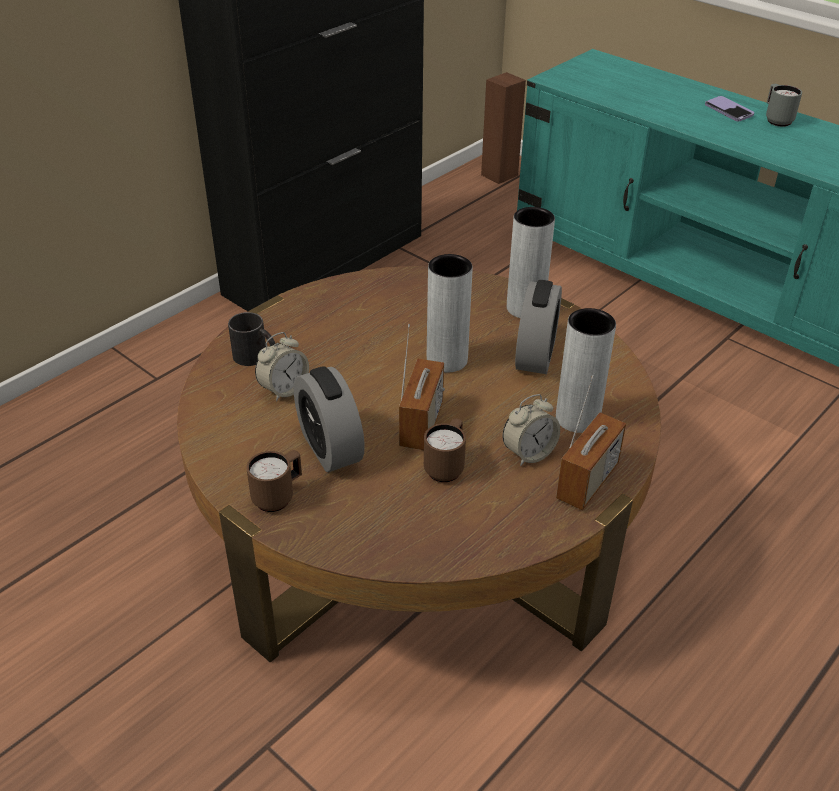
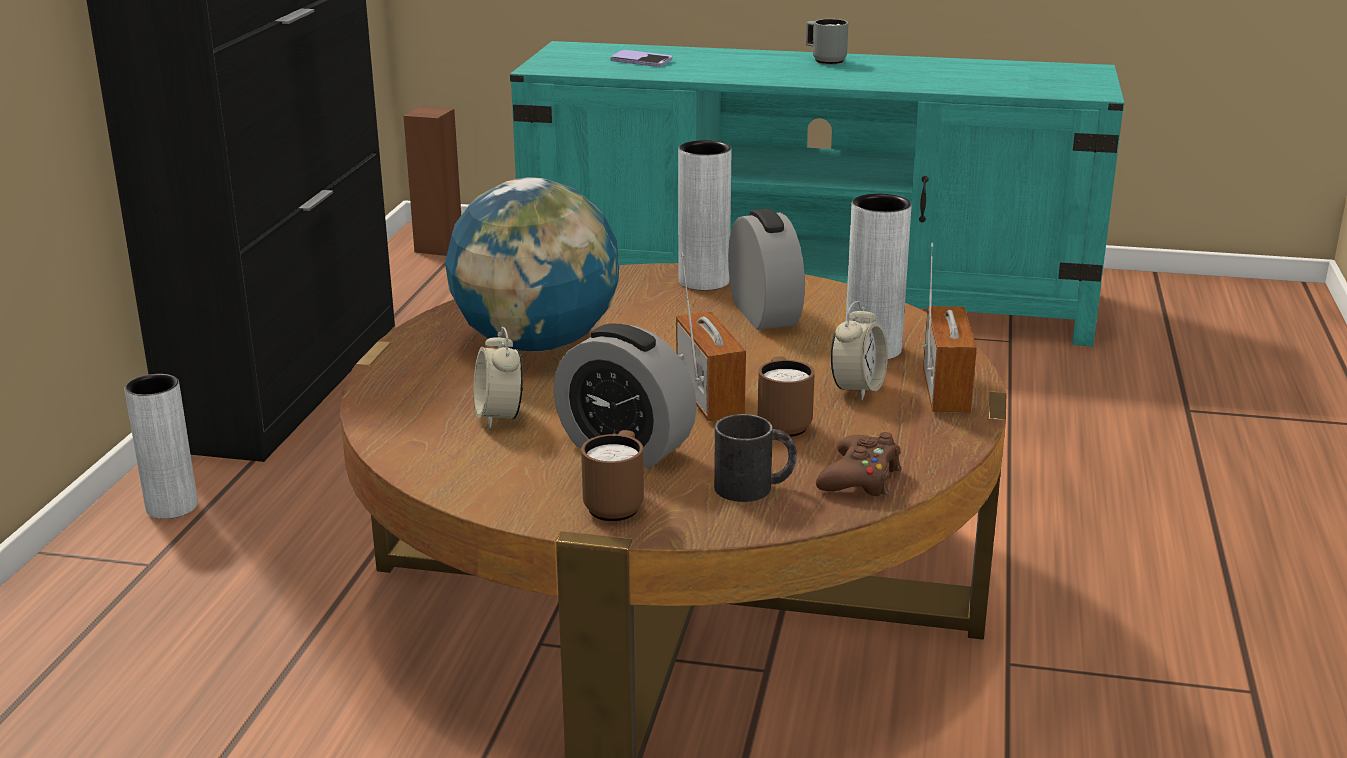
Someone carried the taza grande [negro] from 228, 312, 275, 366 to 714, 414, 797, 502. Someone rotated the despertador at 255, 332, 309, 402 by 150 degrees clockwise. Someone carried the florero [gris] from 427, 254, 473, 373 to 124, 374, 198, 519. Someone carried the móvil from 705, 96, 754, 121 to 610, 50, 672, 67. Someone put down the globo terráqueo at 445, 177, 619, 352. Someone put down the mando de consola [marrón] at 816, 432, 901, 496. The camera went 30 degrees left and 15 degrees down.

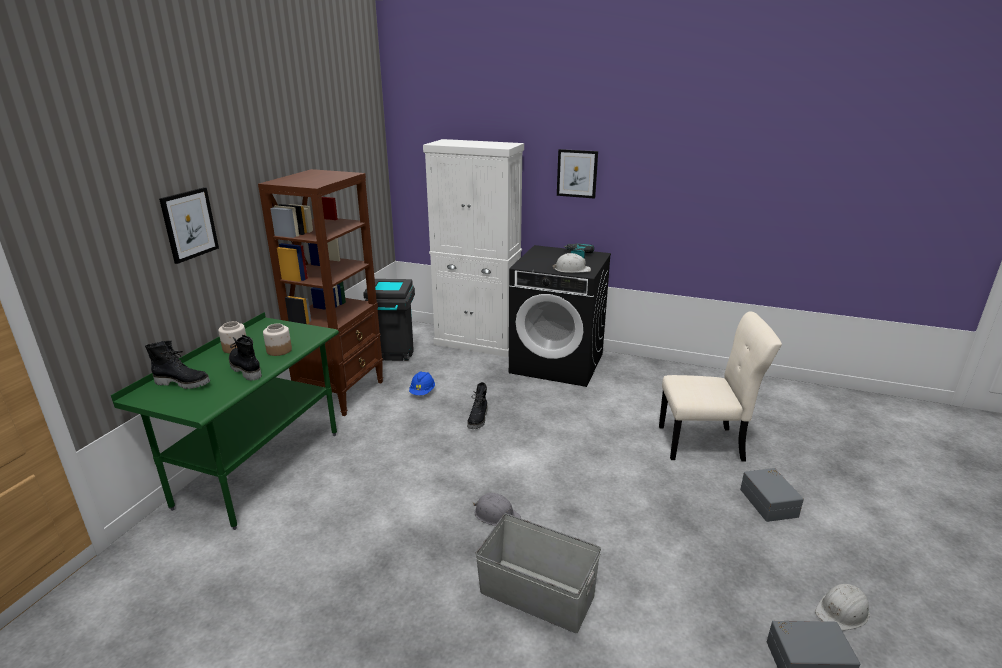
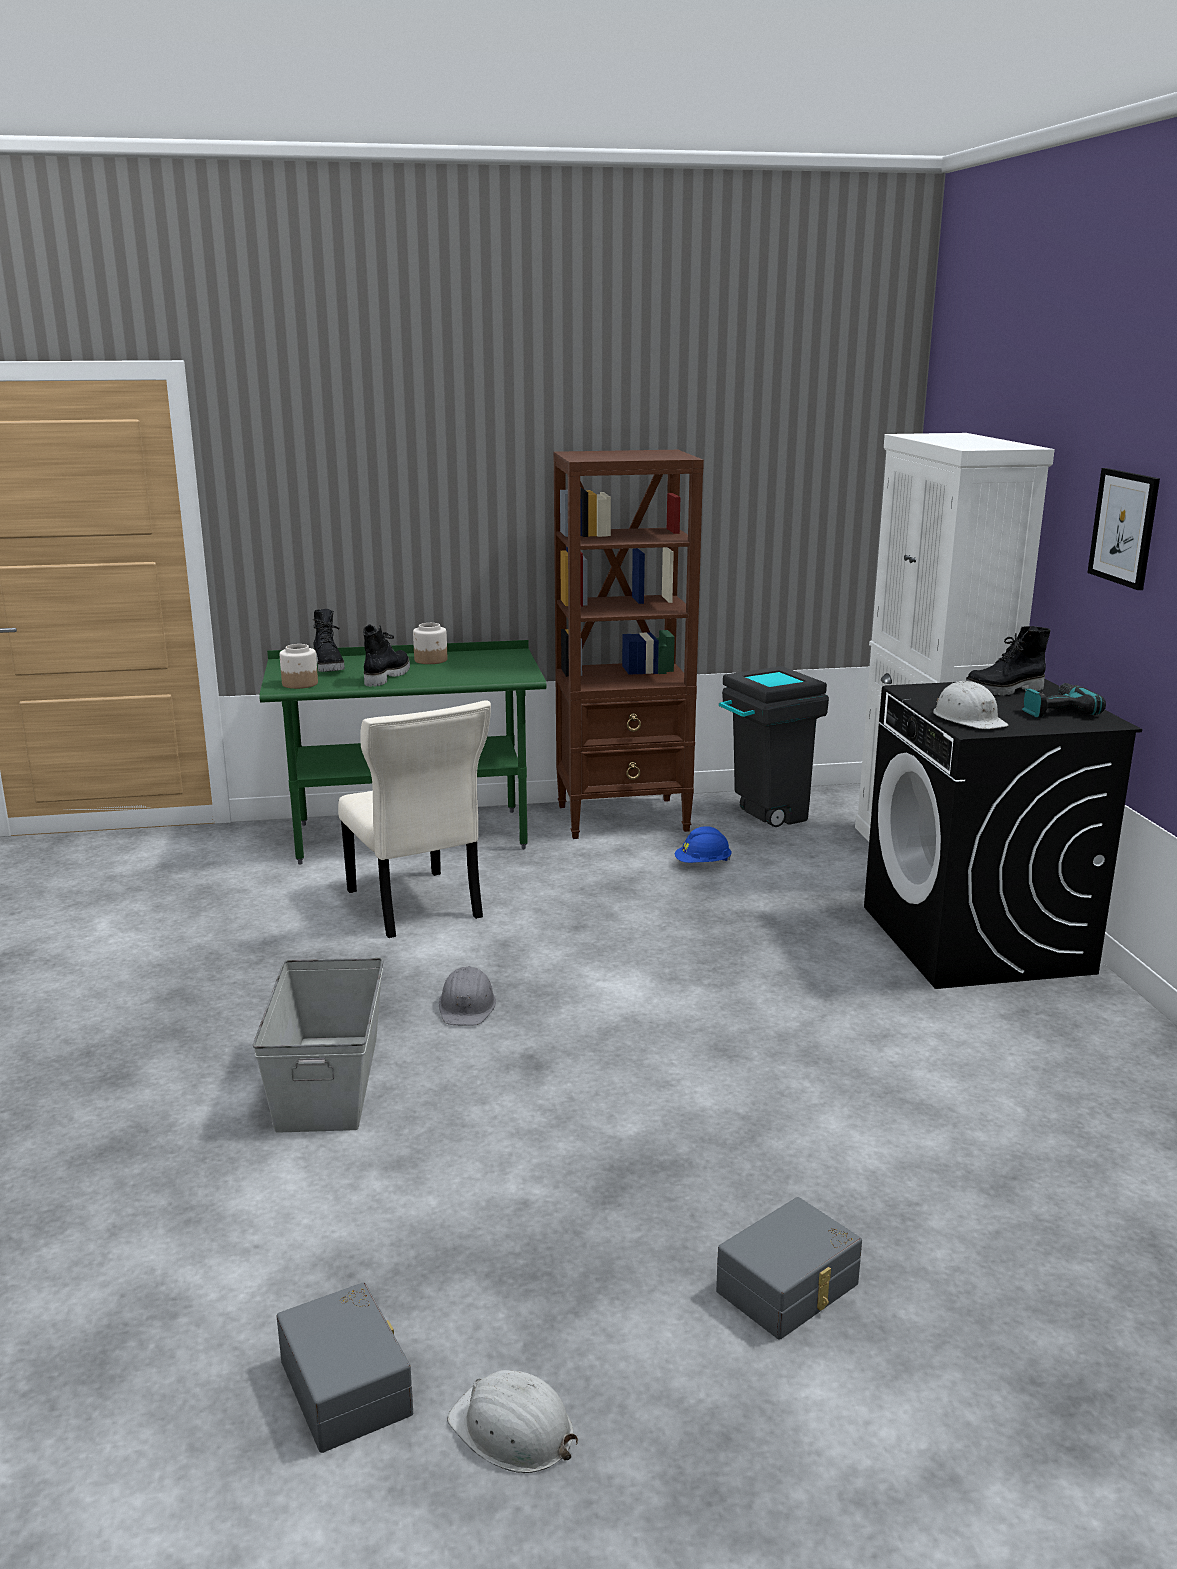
Someone took away the cuadro at 159, 187, 219, 264. Someone carried the tarro from 263, 323, 292, 356 to 279, 644, 318, 689. Someone carried the bota [negro] from 467, 382, 487, 429 to 966, 626, 1051, 695. Someone carried the silla [beis] from 659, 312, 782, 462 to 338, 700, 491, 938. The camera went 60 degrees right and 5 degrees down.

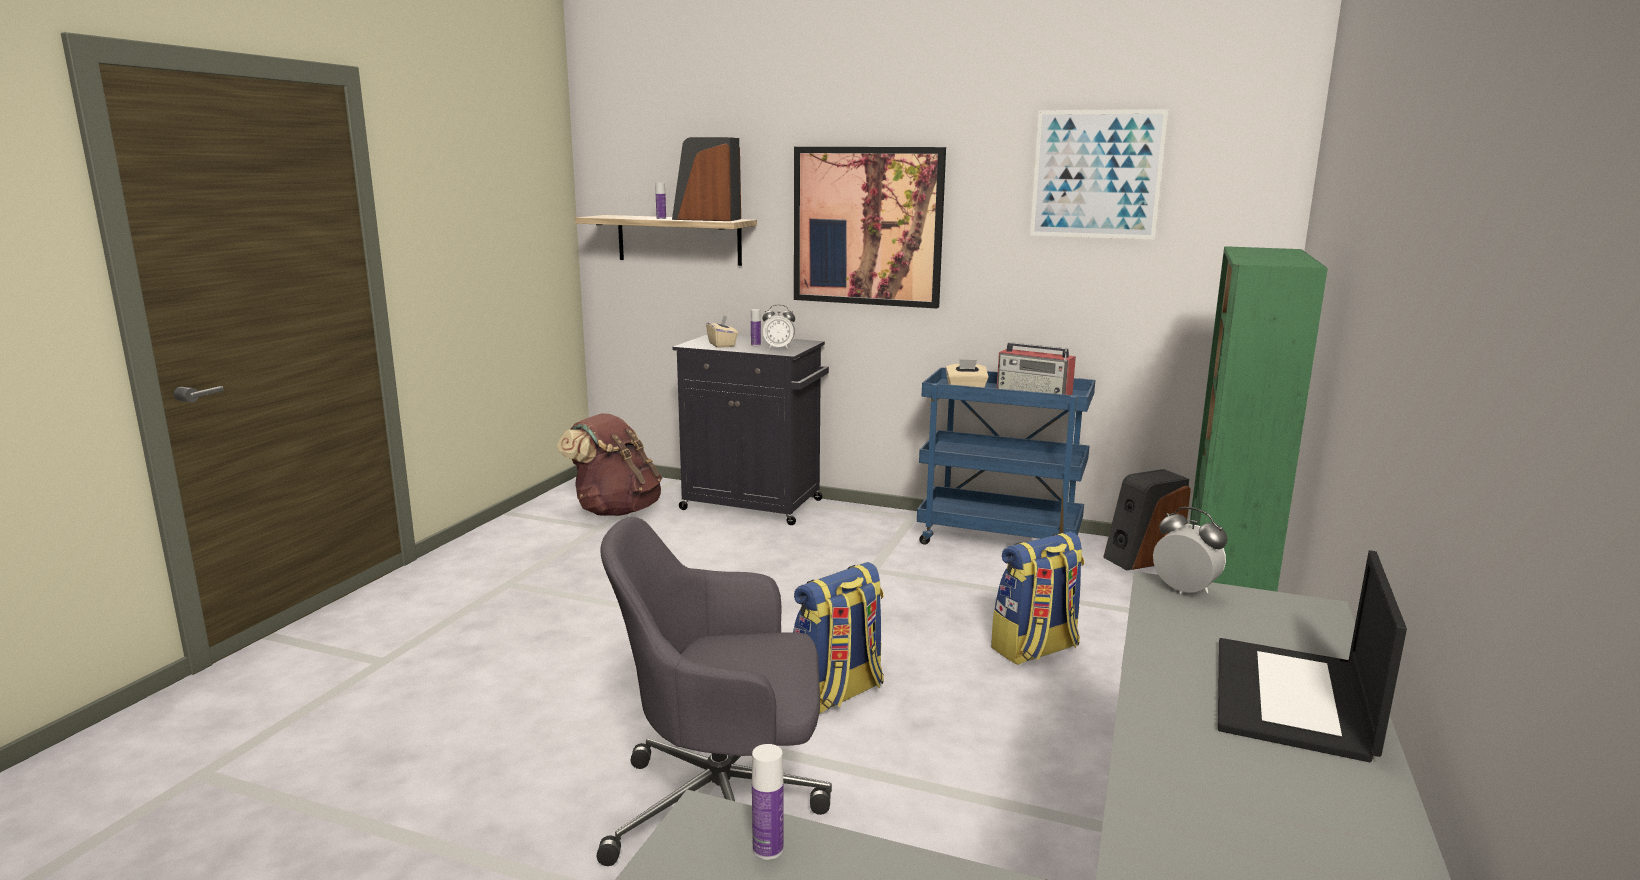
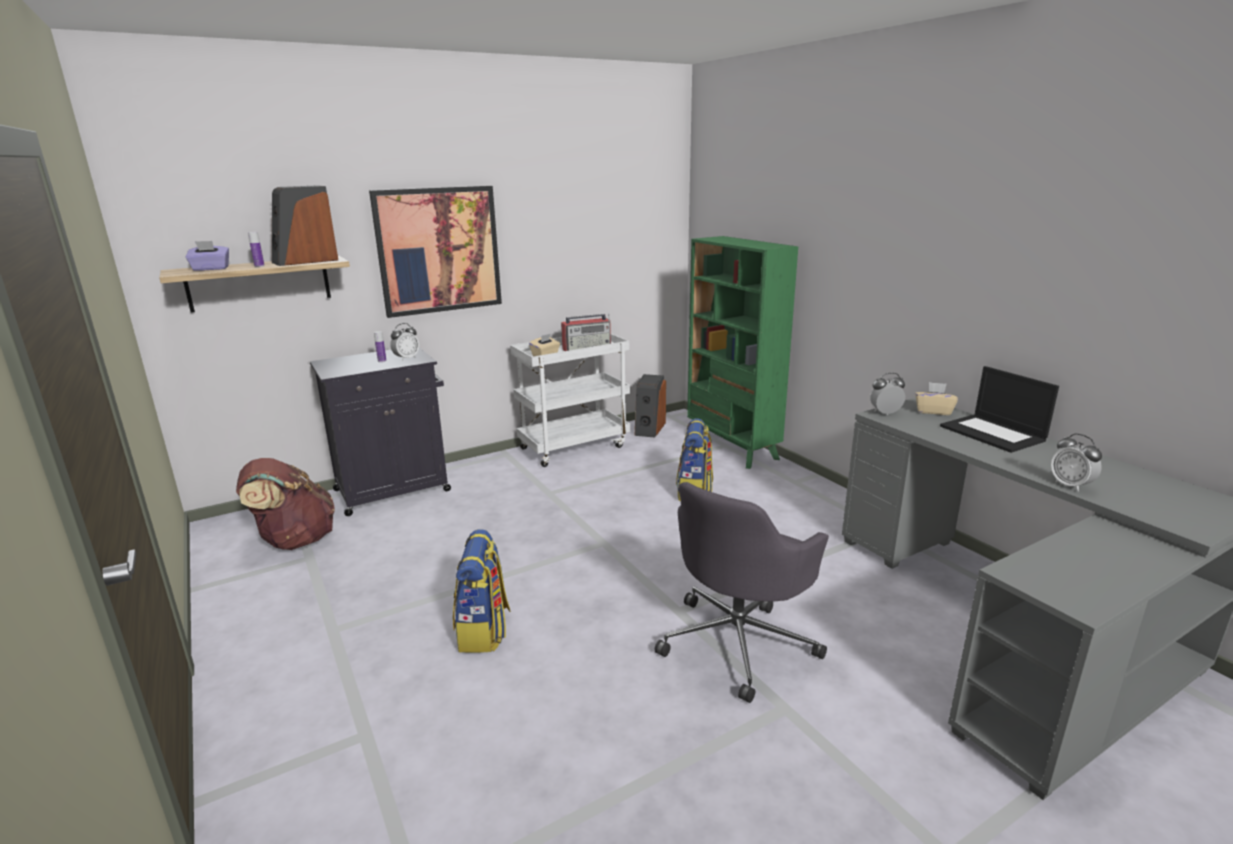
Someone carried the caja de pañuelos [beis] from 706, 315, 738, 348 to 915, 382, 958, 415. Someone took away the botella at 752, 744, 784, 860. Someone carried the mochila from 793, 562, 884, 714 to 453, 529, 511, 653. Someone repainted the carrito [azul] at 917, 367, 1095, 545, which became the carrito [blanco] at 510, 334, 630, 467. Someone took away the cuadro at 1030, 109, 1169, 240. Someone put down the caja de pañuelos [morado] at 186, 241, 229, 271. Someone put down the despertador at 1051, 434, 1102, 492. The camera went 50 degrees left and 5 degrees up.

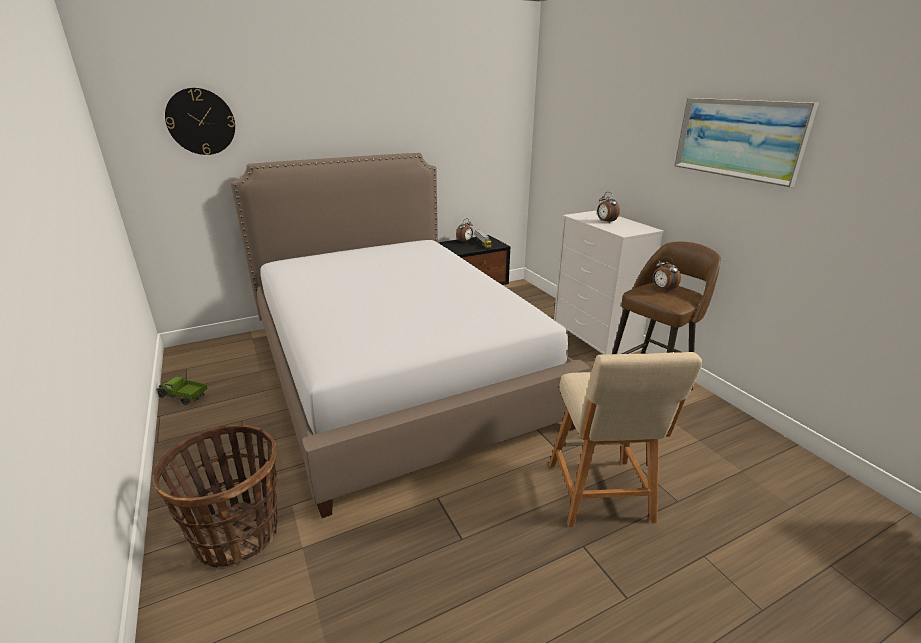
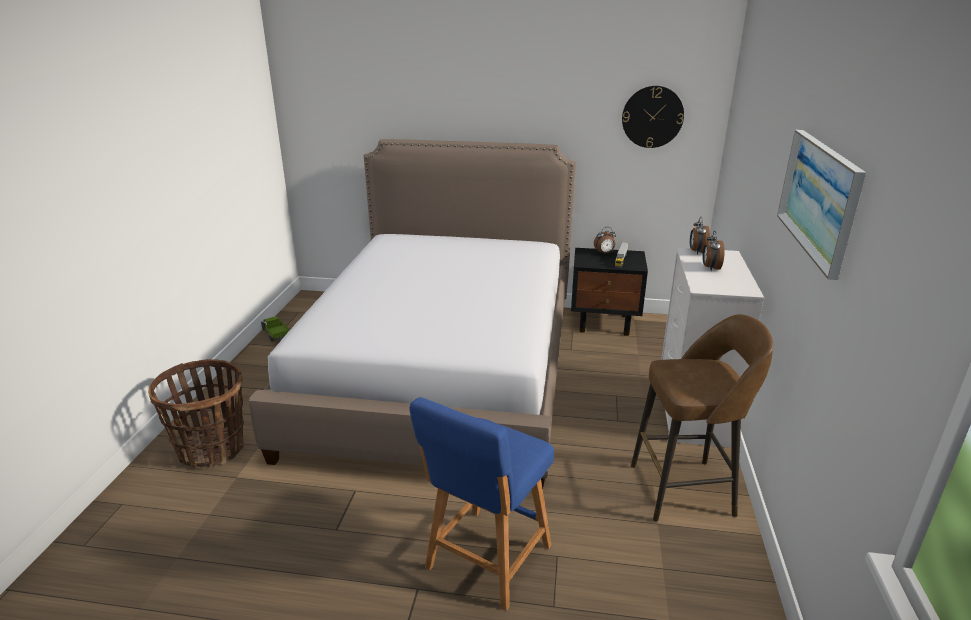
Someone carried the reloj de pared from 165, 88, 235, 155 to 622, 86, 684, 148. Someone repainted the taburete [beis] at 549, 352, 702, 527, which became the taburete [azul] at 409, 397, 554, 611. Someone carried the despertador from 653, 256, 681, 292 to 690, 217, 710, 255. The camera went 35 degrees right and 0 degrees up.

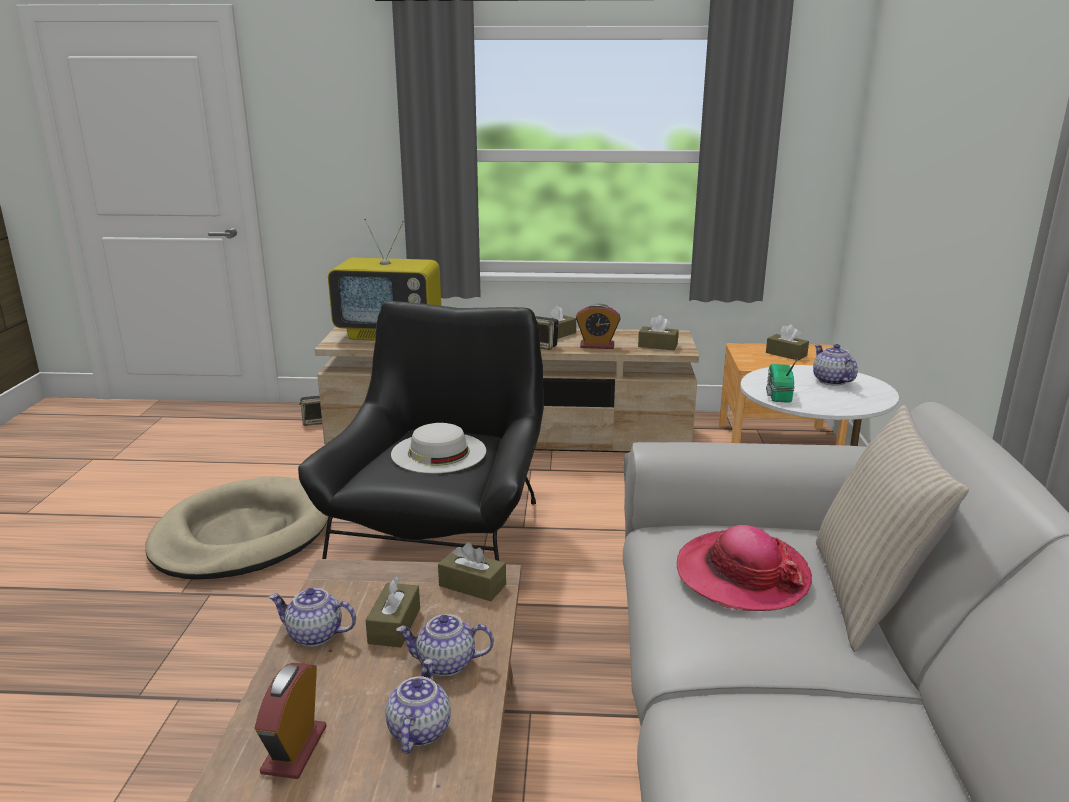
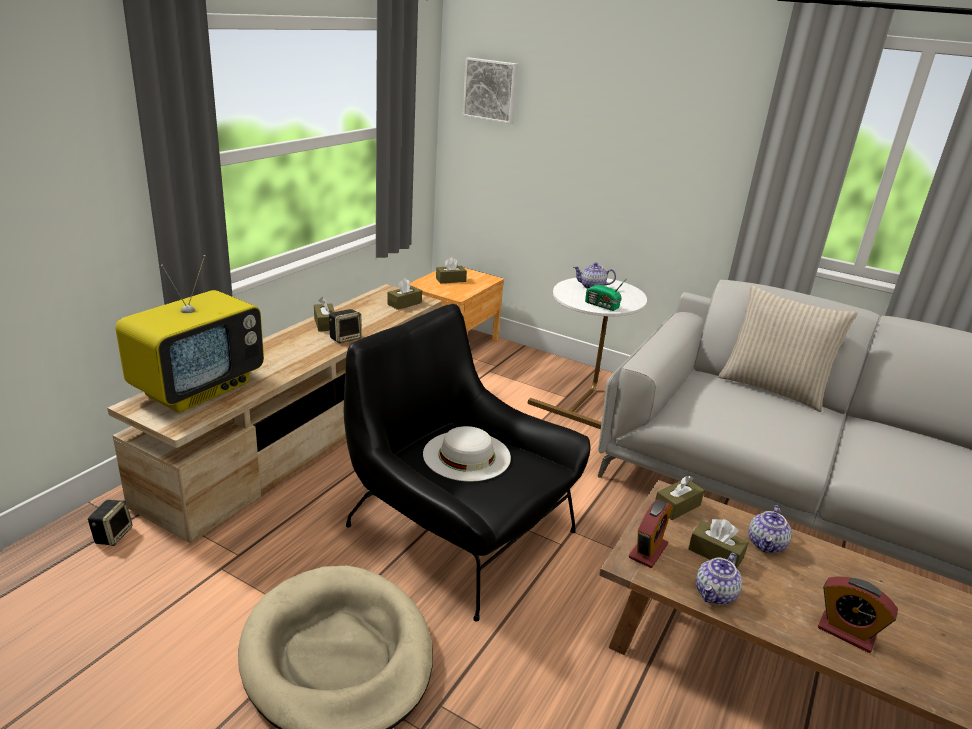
Someone took away the tetera at 385, 659, 451, 754. Someone carried the despertador from 576, 303, 621, 349 to 629, 499, 673, 568. Someone took away the sombrero at 677, 525, 812, 611. Someone put up the cuadro at 462, 58, 518, 124. The camera went 65 degrees left and 5 degrees up.

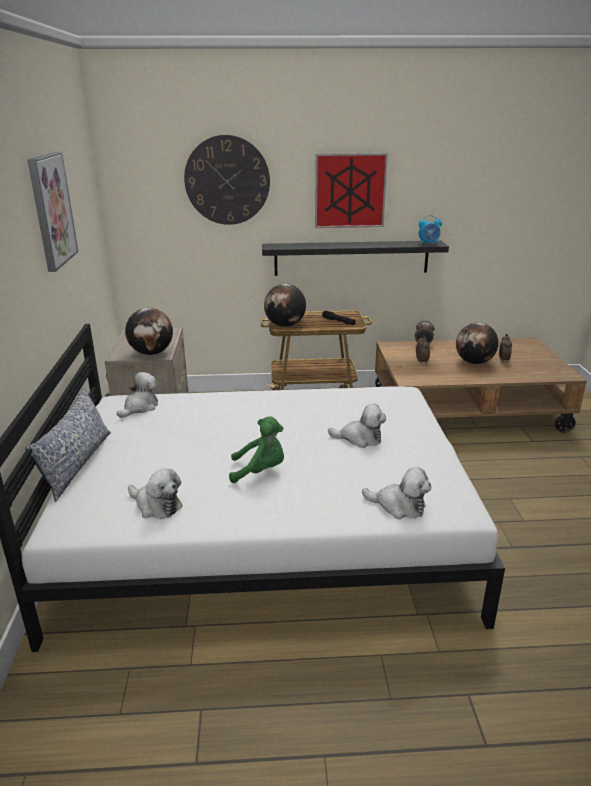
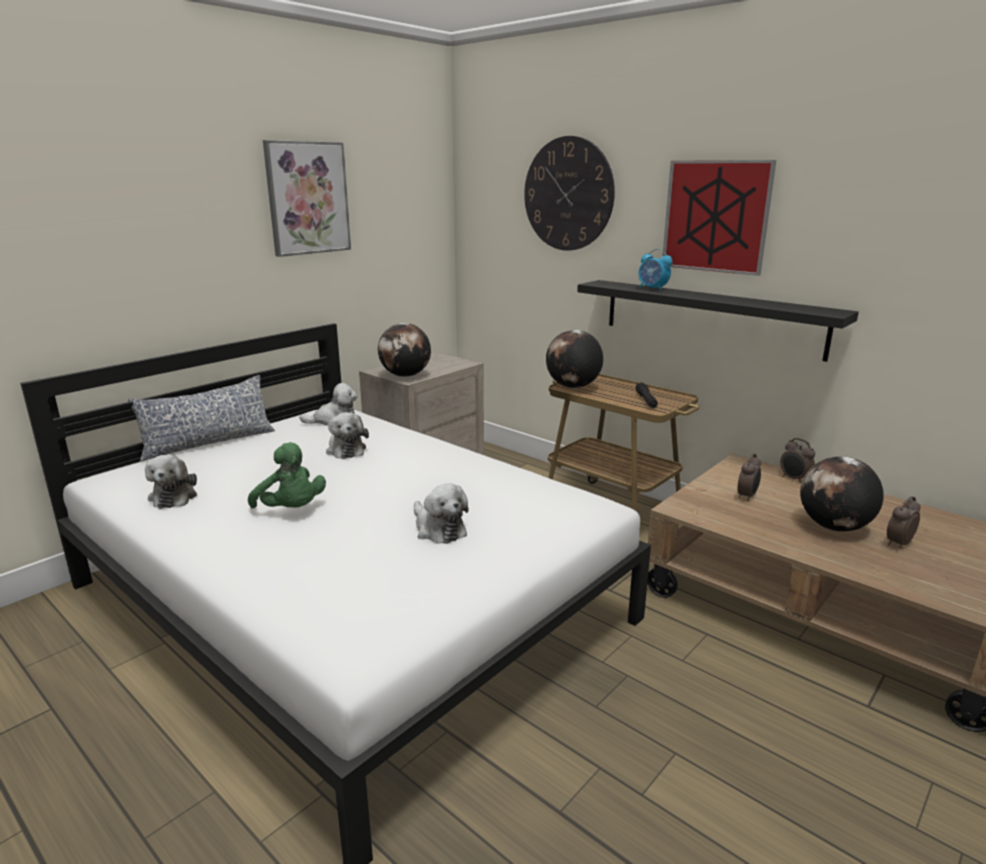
Someone carried the peluche from 362, 467, 431, 519 to 326, 412, 369, 459. Someone carried the despertador from 419, 215, 442, 245 to 638, 249, 672, 291. The camera went 45 degrees right and 5 degrees down.

